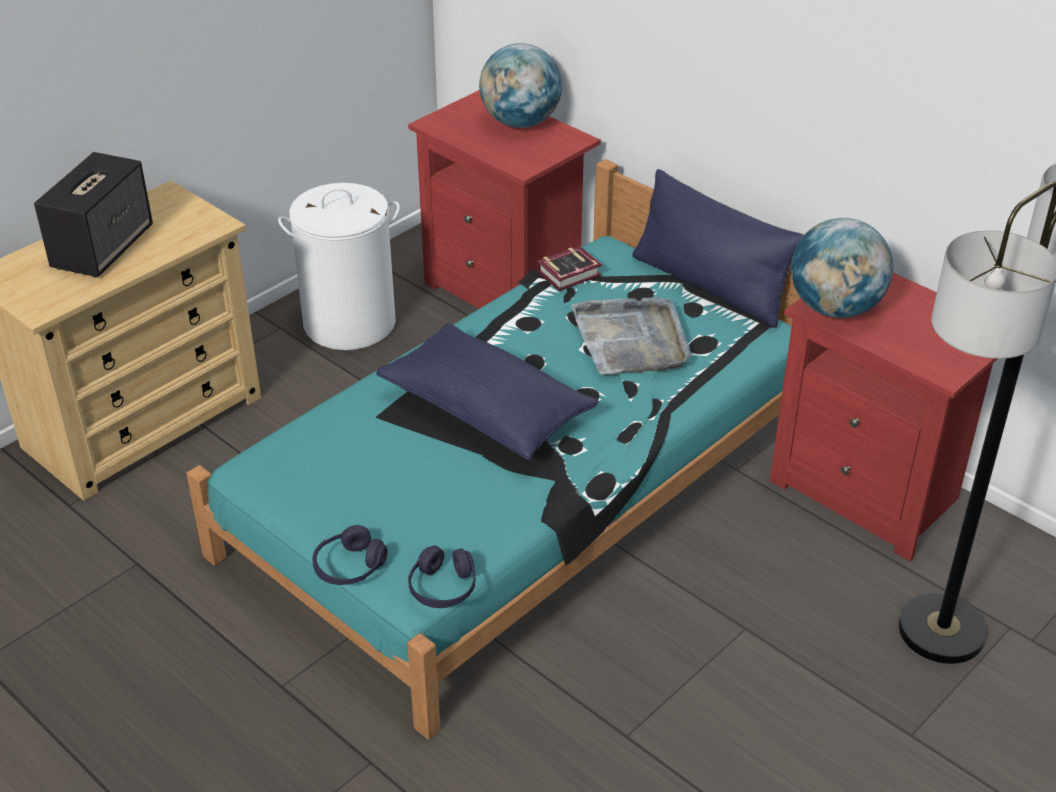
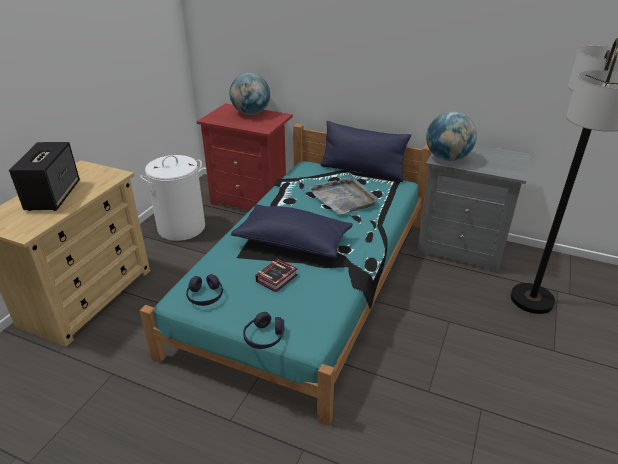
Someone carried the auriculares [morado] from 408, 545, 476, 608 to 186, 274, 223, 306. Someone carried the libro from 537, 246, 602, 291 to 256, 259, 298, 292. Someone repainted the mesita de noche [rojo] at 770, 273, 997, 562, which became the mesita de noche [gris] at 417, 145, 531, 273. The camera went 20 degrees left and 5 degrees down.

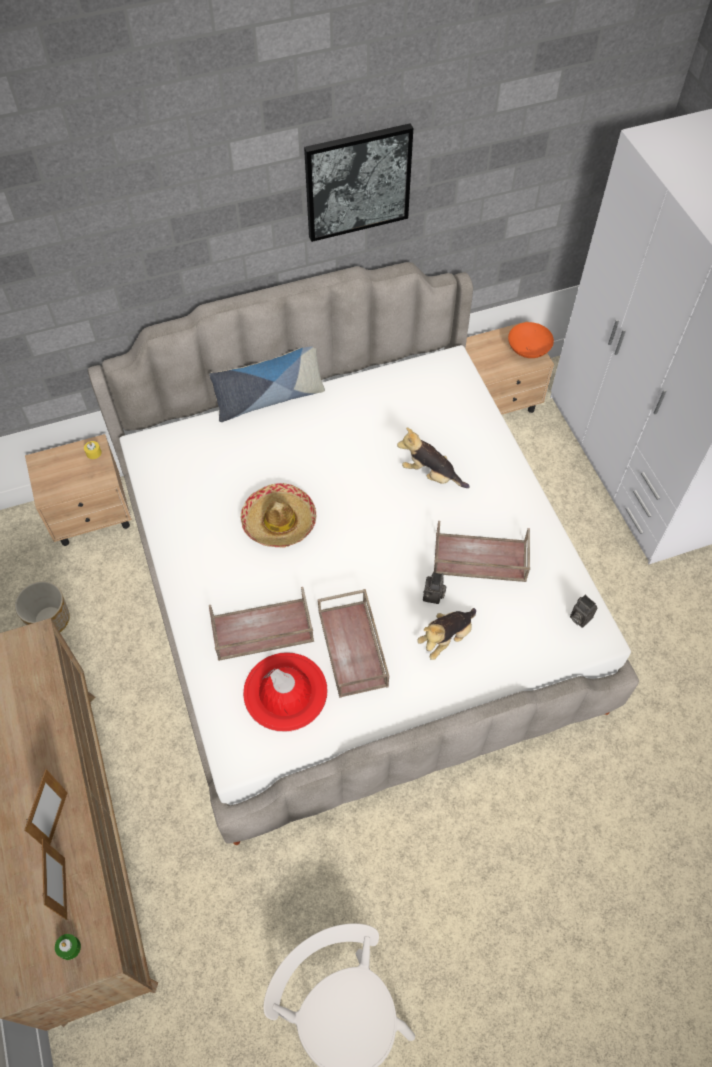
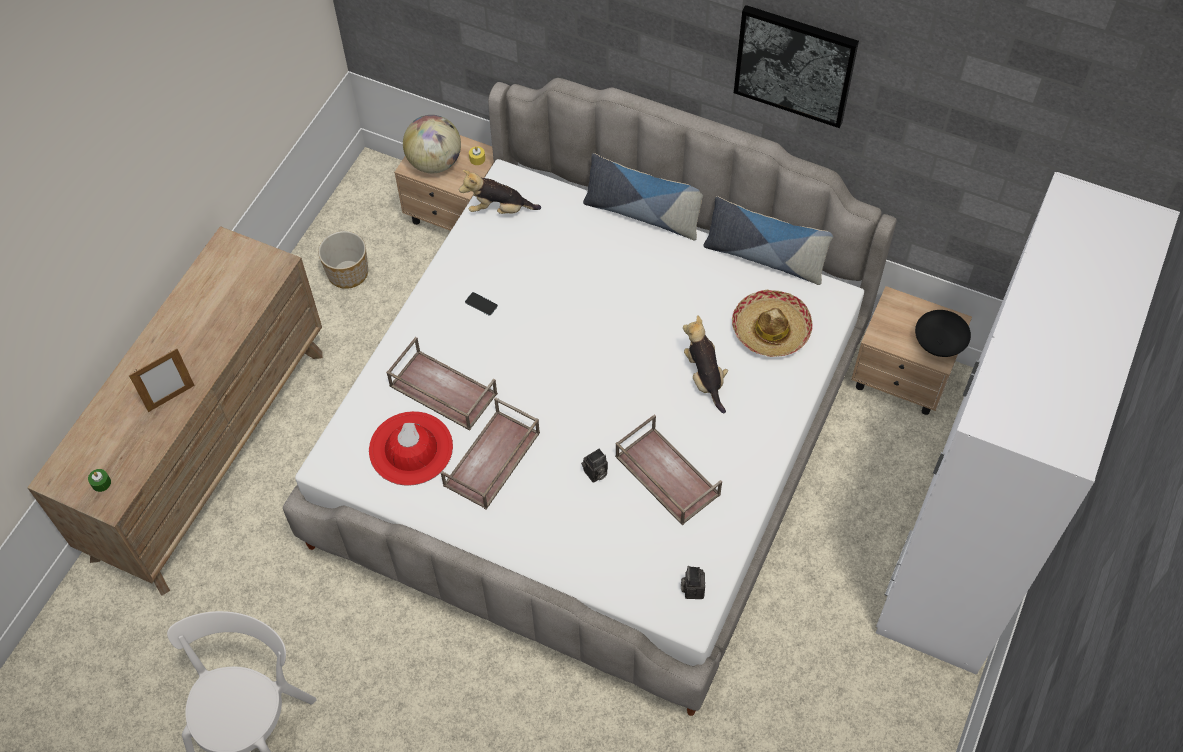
Someone took away the portarretratos at 41, 839, 67, 920. Someone carried the sombrero from 241, 483, 316, 547 to 732, 290, 813, 357. Someone carried the peluche from 417, 608, 476, 660 to 459, 170, 541, 214. Someone repainted the cuenco [naranja] at 508, 322, 554, 358, which became the cuenco [negro] at 915, 310, 971, 357. Someone put down the globo terráqueo at 403, 115, 461, 173. Someone put down the móvil at 465, 292, 498, 315. Someone put down the cojín at 703, 196, 833, 285. The camera went 45 degrees right and 0 degrees up.

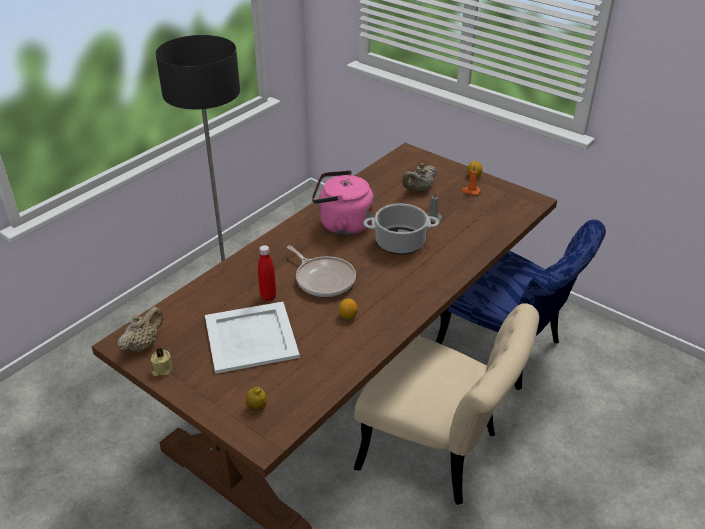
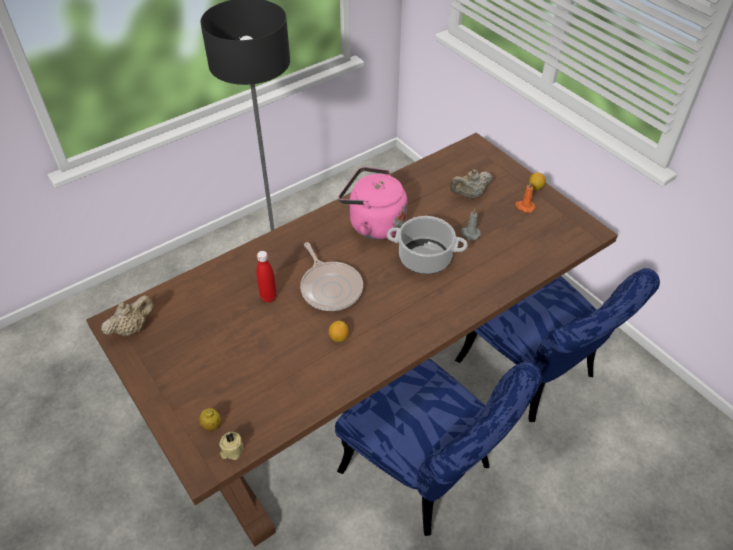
Someone carried the vela [beis] from 151, 348, 172, 376 to 219, 432, 243, 460. Someone took away the bandeja [blanco] at 205, 302, 300, 374. Someone repainted the silla [beis] at 354, 303, 539, 505, which became the silla [azul] at 335, 358, 542, 536. The camera went 15 degrees right and 10 degrees up.

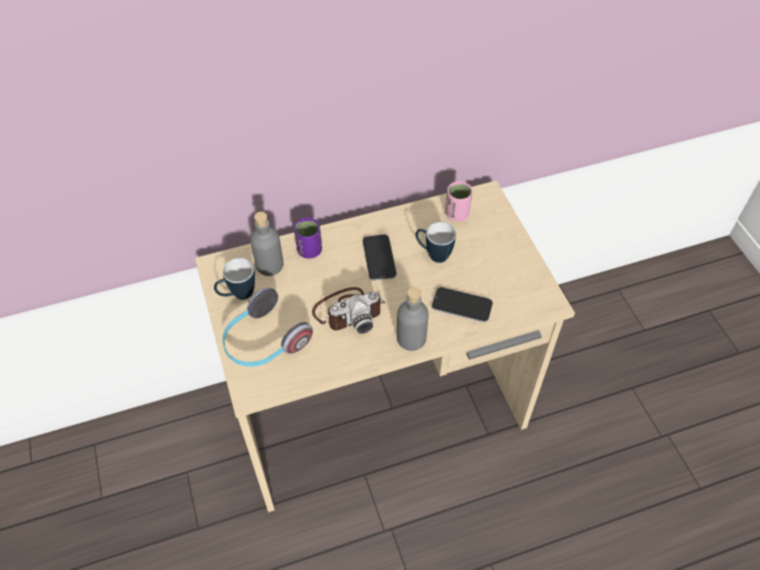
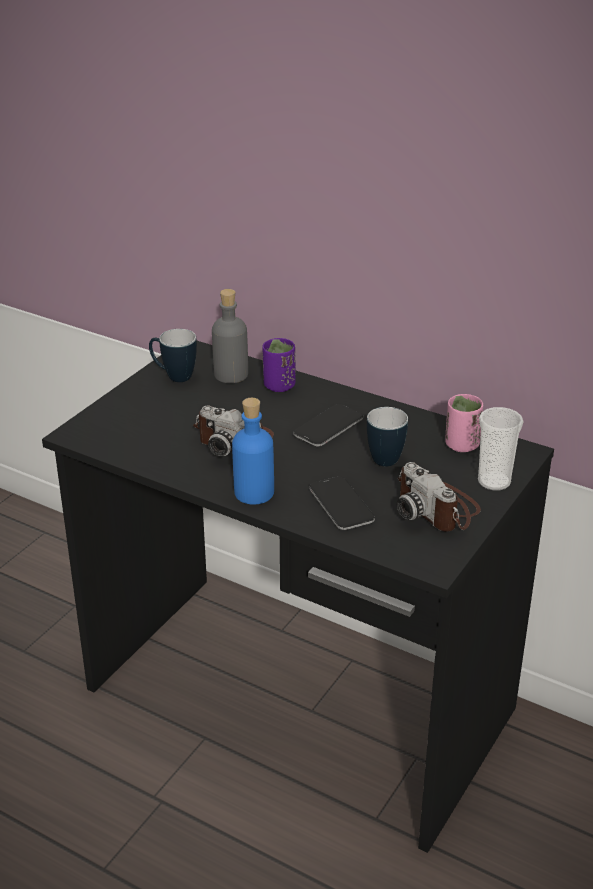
Someone repainted the escritorio [beis] at 195, 181, 575, 512, which became the escritorio [negro] at 42, 341, 554, 853. Someone took away the auriculares at 222, 288, 313, 367. Someone repainted the botella [gris] at 397, 287, 429, 351, which became the botella [azul] at 232, 398, 274, 504. Someone put down the cámara at 397, 462, 481, 532. Someone put down the taza at 478, 407, 524, 490. The camera went 50 degrees right and 20 degrees down.

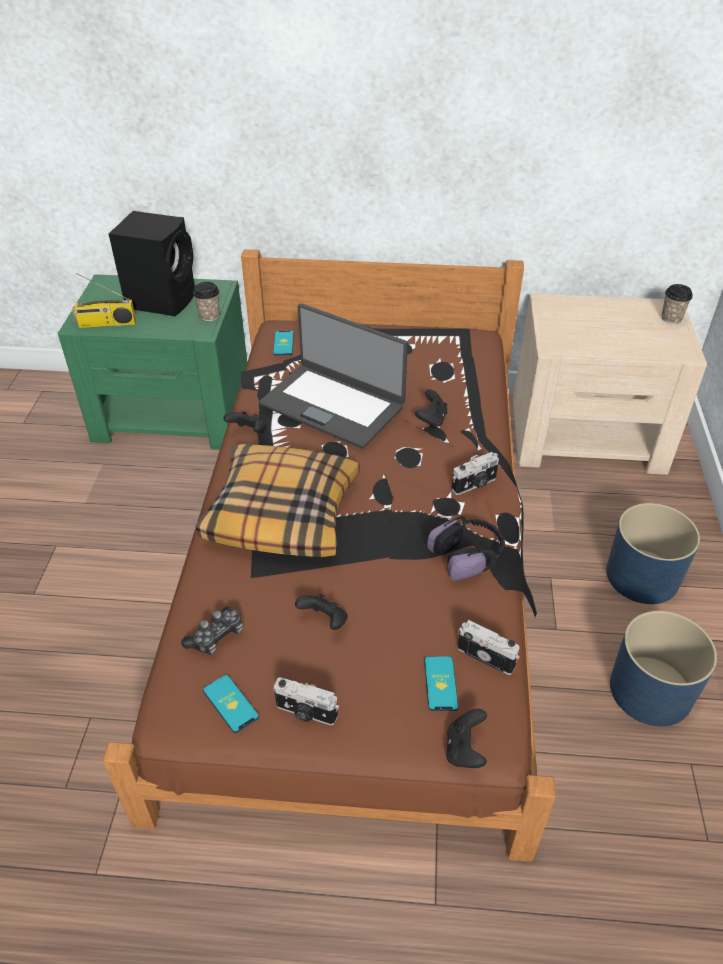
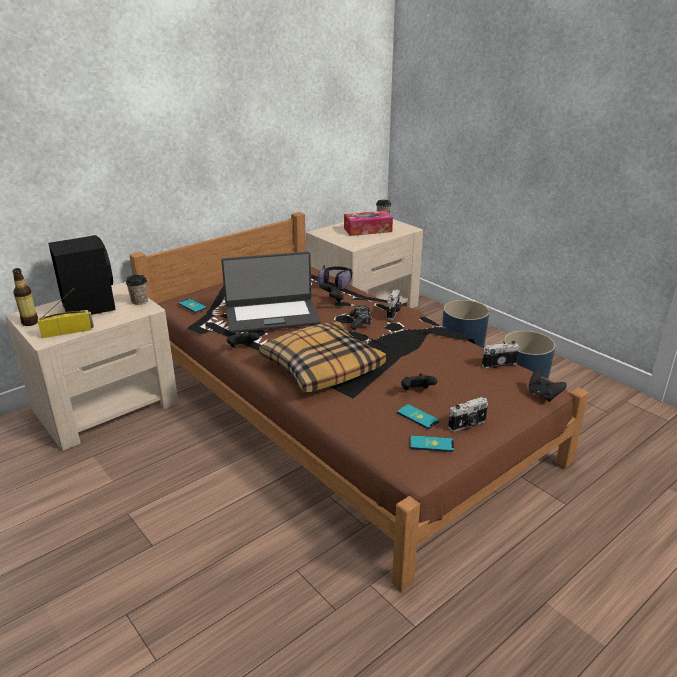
Someone repainted the mesita de noche [verde] at 58, 274, 247, 450, which became the mesita de noche [beis] at 5, 282, 179, 451. Someone rotated the radio at 72, 273, 136, 328 by 150 degrees counterclockwise. Someone carried the mando de consola from 181, 607, 243, 655 to 349, 305, 372, 330. Someone carried the móvil from 424, 656, 458, 711 to 397, 404, 439, 429. Someone carried the auriculares from 427, 516, 505, 581 to 318, 265, 353, 290. Someone put down the botella at 12, 268, 38, 326. Someone put down the caja de pañuelos at 344, 211, 393, 236. The camera went 45 degrees left and 15 degrees down.

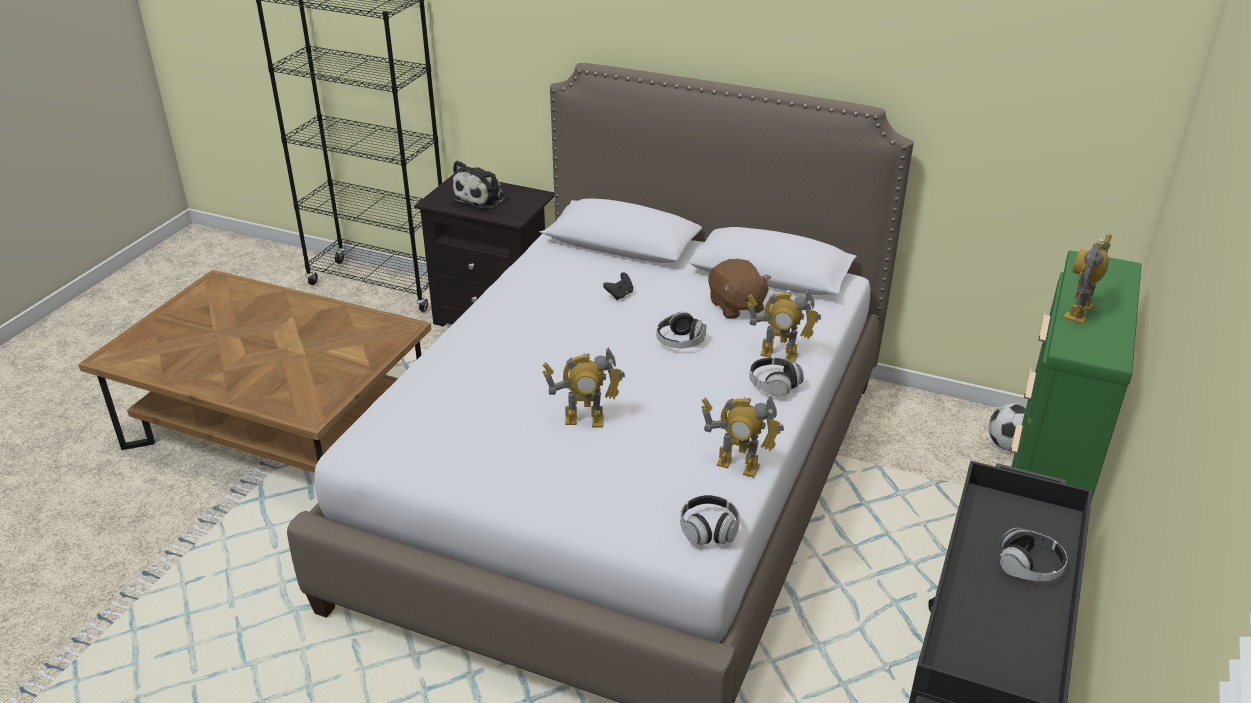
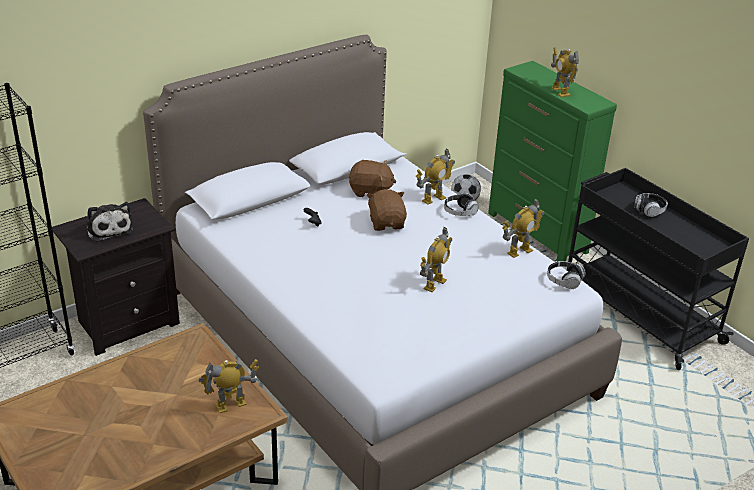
Someone swapped the auriculares at 656, 311, 706, 348 for the peluche [marrón] at 367, 189, 407, 231. Someone put down the robot de juguete at 199, 359, 259, 413. The camera went 60 degrees left and 0 degrees up.

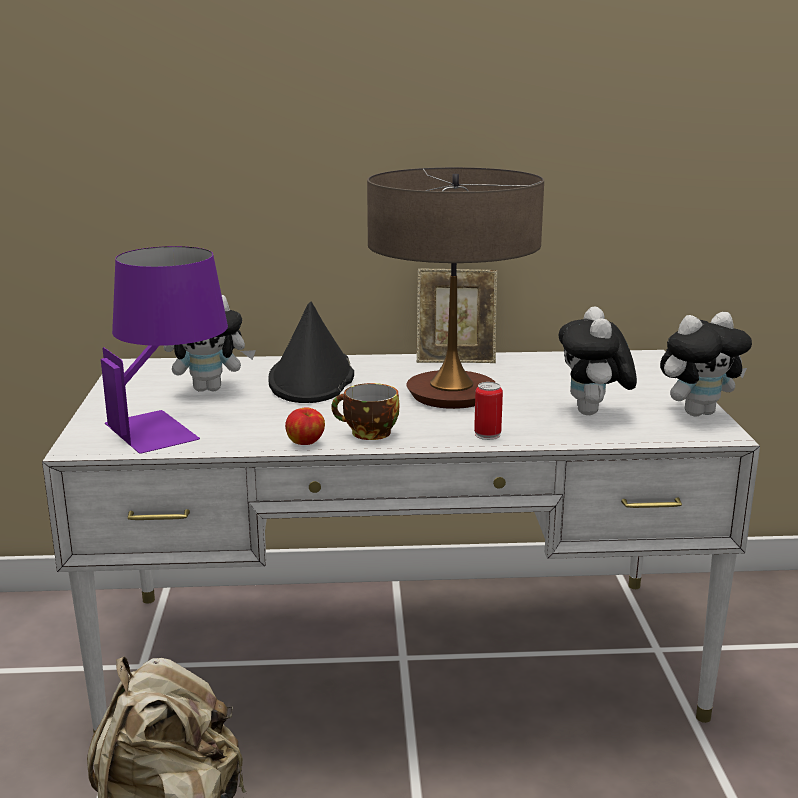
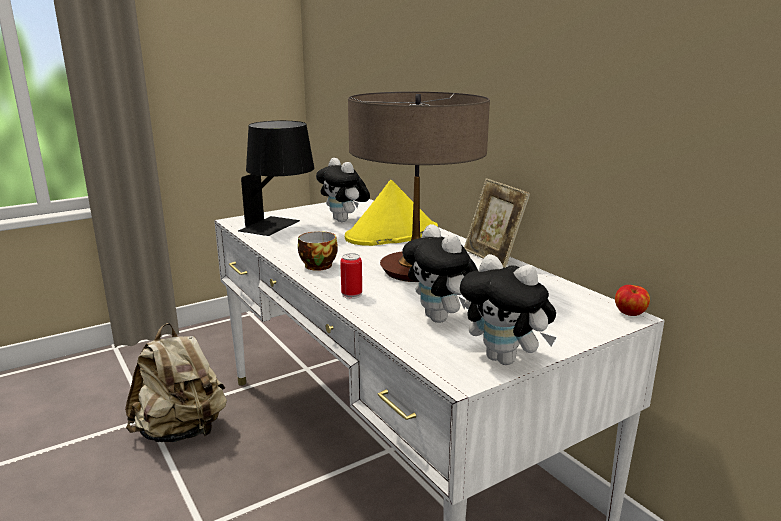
Someone repainted the lámpara de mesa [morado] at 101, 246, 228, 454, which became the lámpara de mesa [negro] at 238, 121, 314, 236. Someone repainted the sombrero [negro] at 268, 301, 354, 403, which became the sombrero [amarillo] at 345, 180, 438, 246. Someone carried the manzana from 285, 407, 325, 445 to 615, 285, 650, 316. Someone rotated the peluche at 559, 306, 637, 415 by 90 degrees counterclockwise. The camera went 60 degrees right and 0 degrees up.

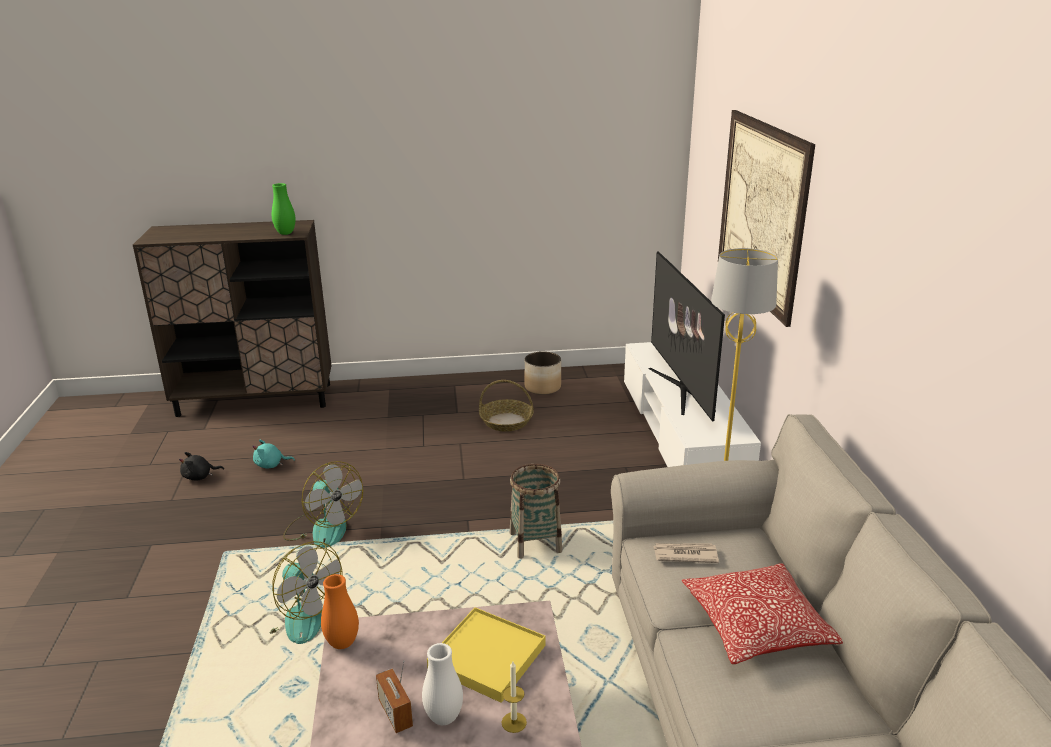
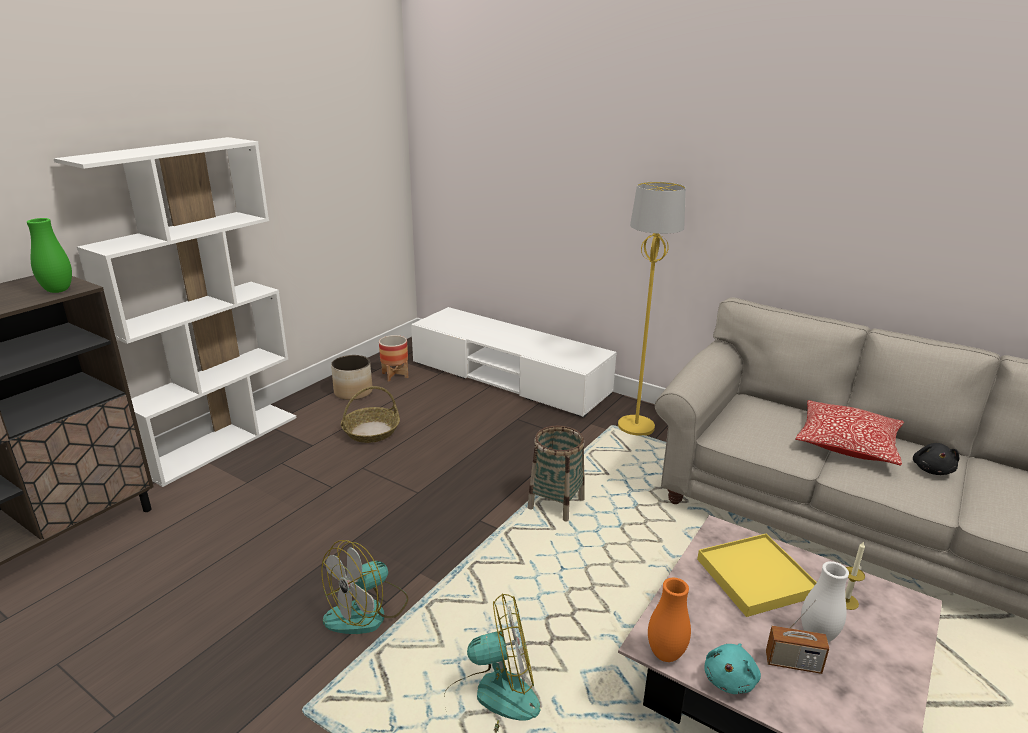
Someone carried the peluche [negro] from 179, 452, 224, 481 to 913, 443, 959, 475. Someone carried the peluche [turquesa] from 252, 439, 295, 469 to 705, 644, 761, 694. Someone rotated the ventilador at 283, 461, 363, 548 by 135 degrees clockwise. Someone took away the televisor at 649, 251, 725, 422. Someone took away the periódico at 654, 543, 719, 563. Someone took away the cuadro at 718, 110, 815, 327. Someone put down the estantería [blanco] at 53, 137, 297, 487. Someone put down the maceta at 379, 335, 408, 382. The camera went 50 degrees left and 0 degrees up.

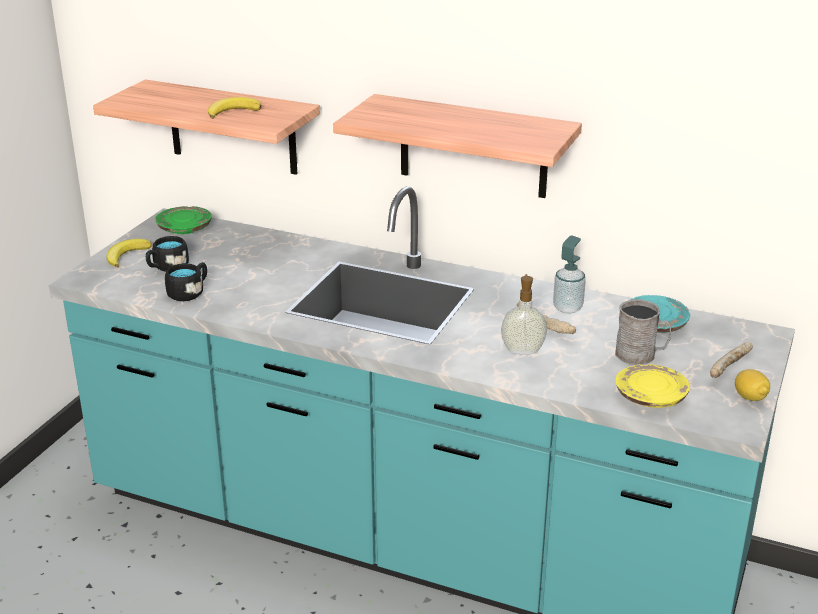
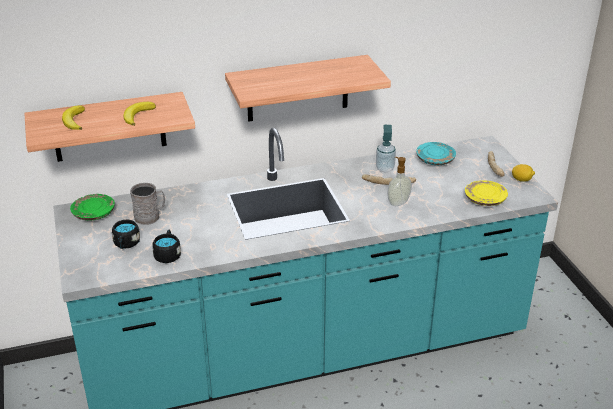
Someone carried the plátano from 107, 239, 152, 267 to 62, 105, 85, 130. Someone carried the taza grande [gris] from 615, 299, 671, 365 to 130, 183, 165, 225. The camera went 40 degrees left and 5 degrees up.

